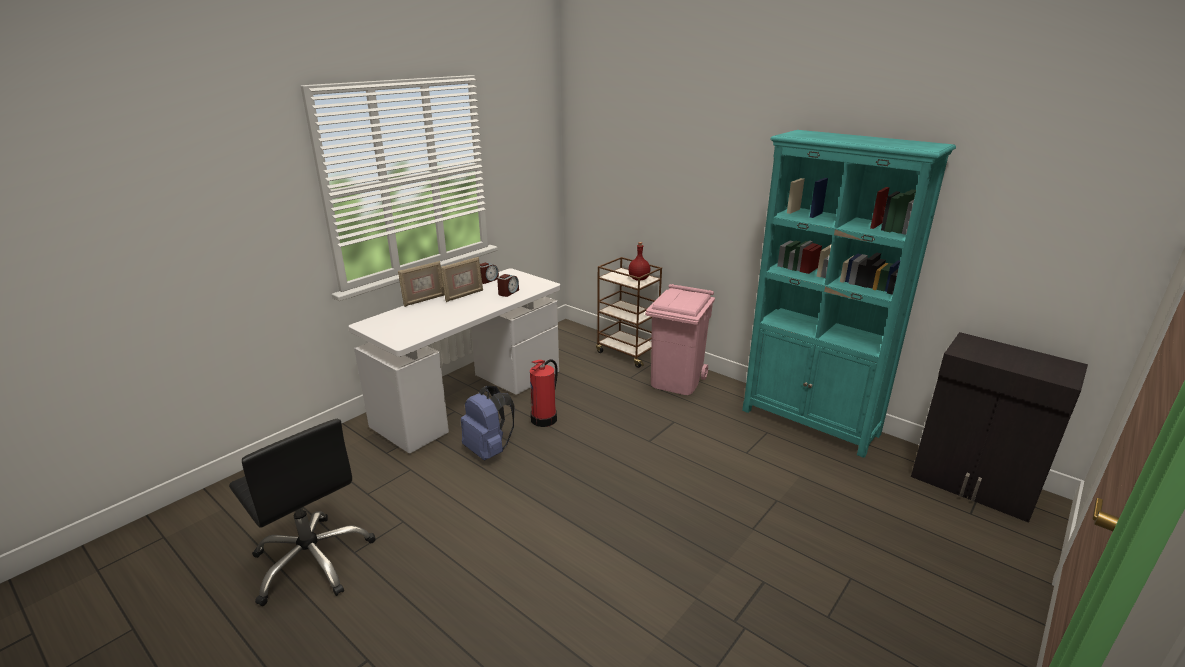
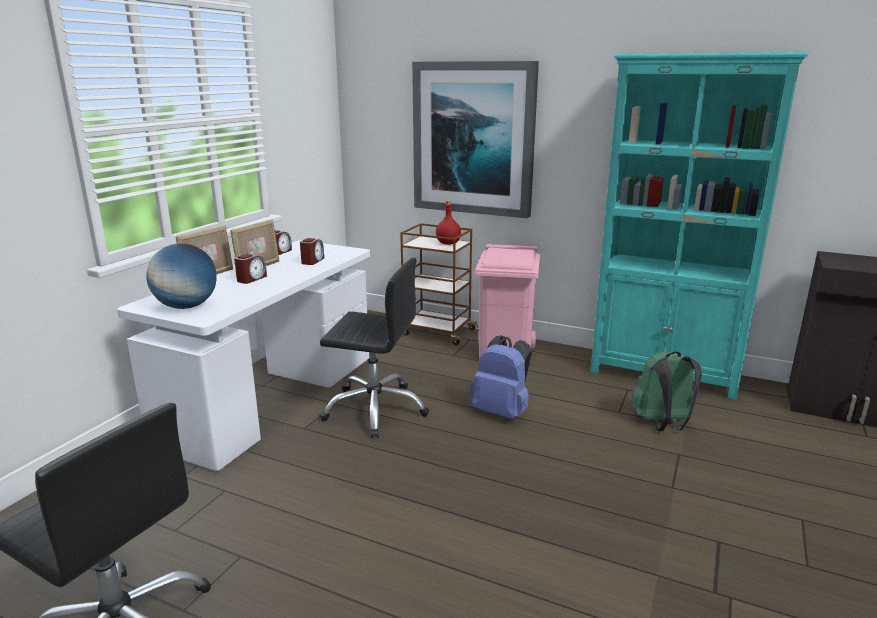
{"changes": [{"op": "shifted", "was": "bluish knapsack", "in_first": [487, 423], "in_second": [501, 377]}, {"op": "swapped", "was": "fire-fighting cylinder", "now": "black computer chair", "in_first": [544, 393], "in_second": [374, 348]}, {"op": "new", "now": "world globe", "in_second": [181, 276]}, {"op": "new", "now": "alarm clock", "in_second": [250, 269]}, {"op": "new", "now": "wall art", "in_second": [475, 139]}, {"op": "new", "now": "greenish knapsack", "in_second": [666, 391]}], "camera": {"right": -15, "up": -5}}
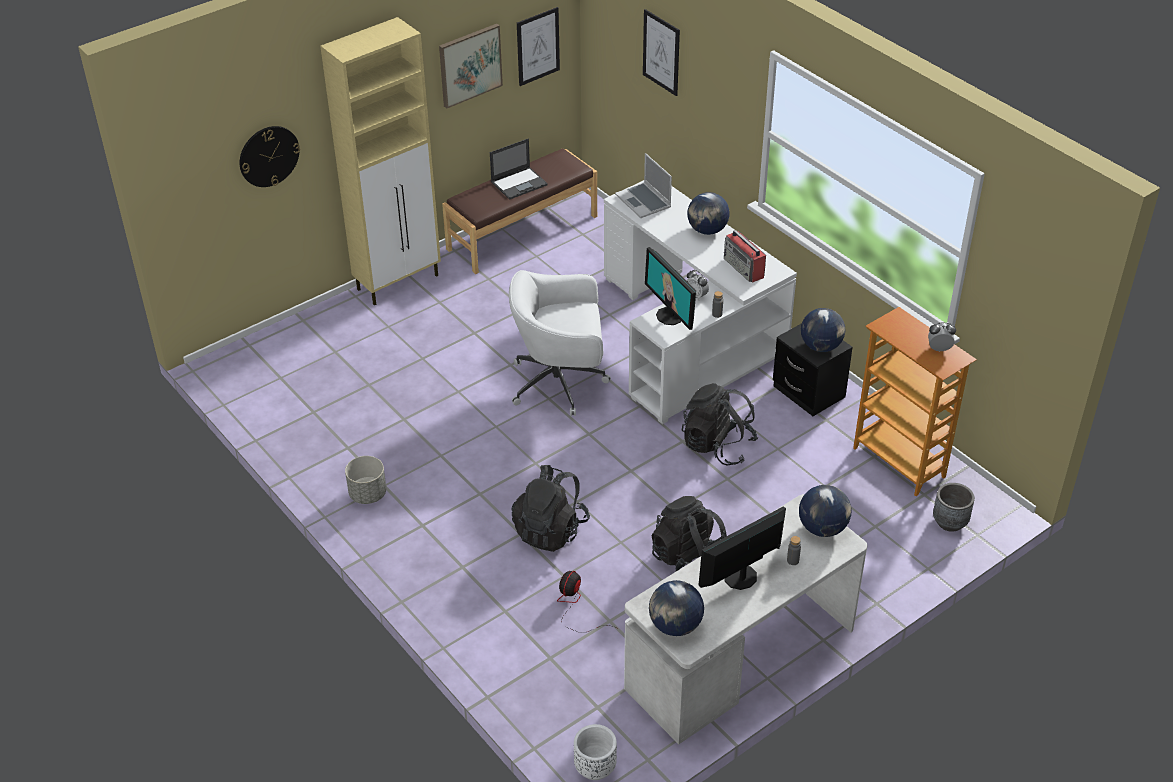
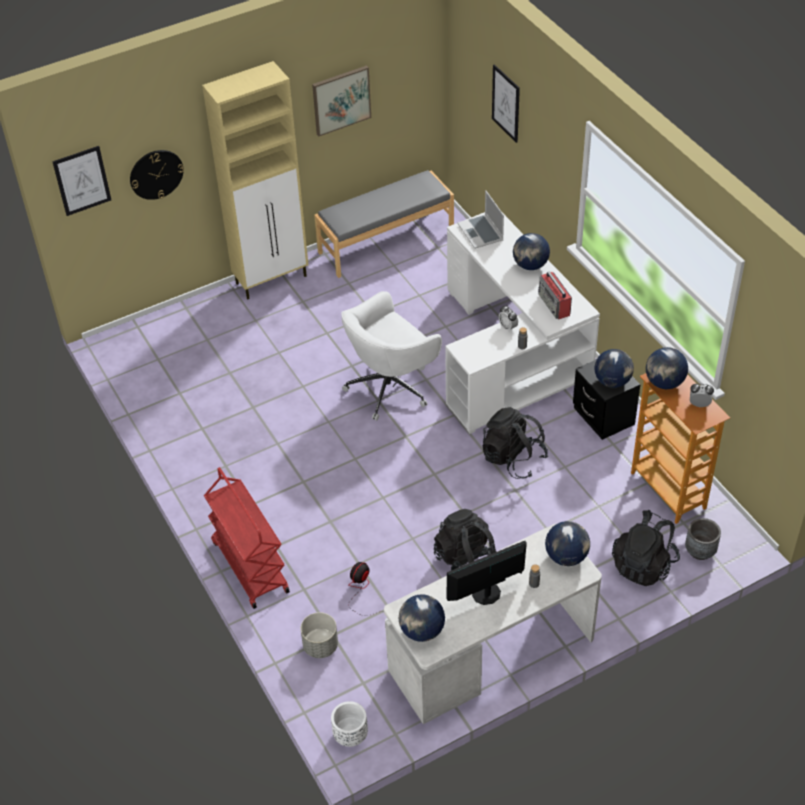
{"changes": [{"op": "shifted", "was": "gray planter", "in_first": [365, 480], "in_second": [319, 635]}, {"op": "repainted", "was": "brownish bench", "now": "gray bench", "in_first": [519, 211], "in_second": [384, 224]}, {"op": "gone", "was": "laptop", "in_first": [519, 169]}, {"op": "rotated", "was": "white-coloured computer chair", "in_first": [560, 343], "in_second": [391, 356], "clockwise": -45}, {"op": "shifted", "was": "black knapsack", "in_first": [550, 508], "in_second": [646, 548]}, {"op": "shifted", "was": "wall art", "in_first": [538, 46], "in_second": [81, 181]}, {"op": "gone", "was": "monitor", "in_first": [670, 288]}, {"op": "new", "now": "red wheeled cart", "in_second": [247, 538]}, {"op": "new", "now": "world globe", "in_second": [667, 368]}], "camera": {"right": 10, "up": 5}}
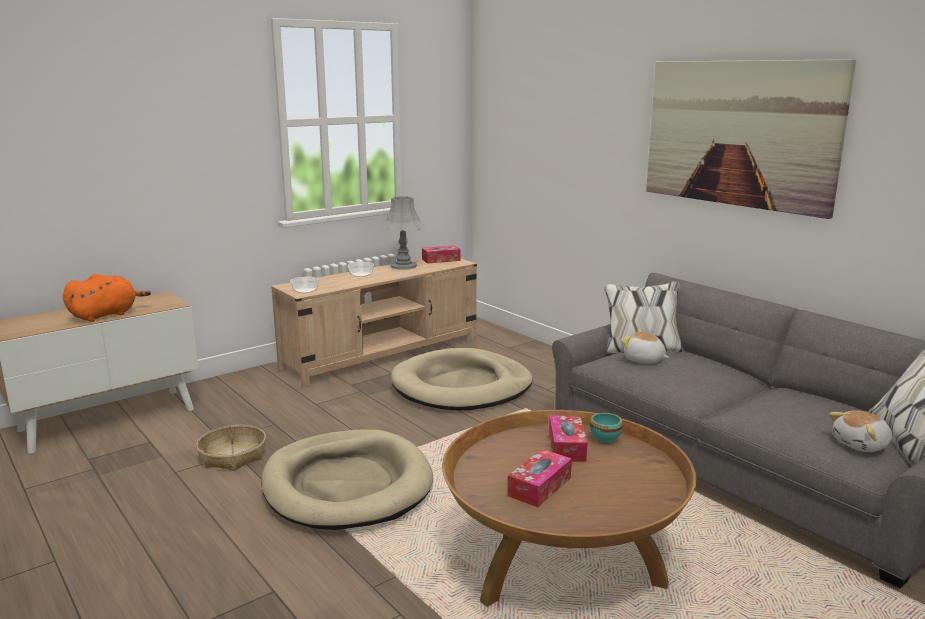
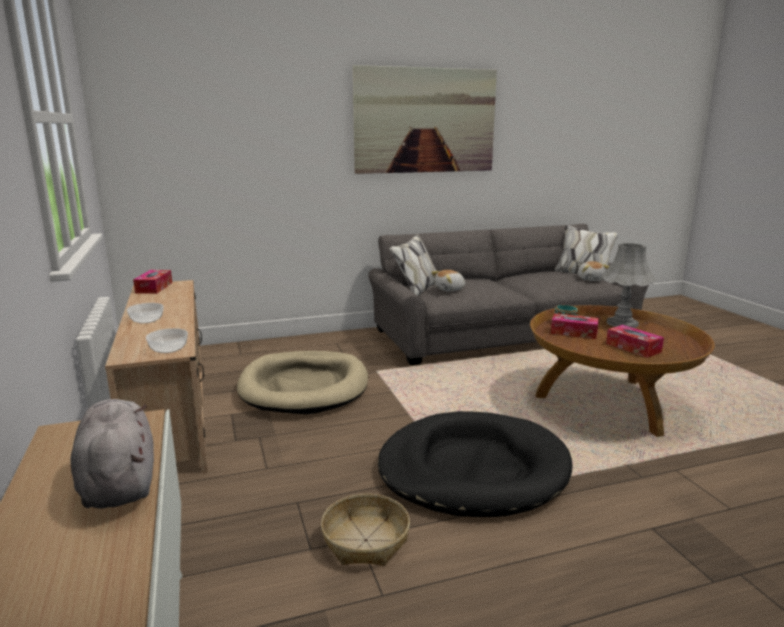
{"changes": [{"op": "repainted", "was": "orangey plush toy", "now": "gray plush toy", "in_first": [107, 298], "in_second": [112, 454]}, {"op": "repainted", "was": "beige-coloured pet bed", "now": "black pet bed", "in_first": [347, 480], "in_second": [475, 464]}, {"op": "shifted", "was": "gray tabletop lamp", "in_first": [403, 233], "in_second": [629, 285]}], "camera": {"right": -70, "up": 0}}
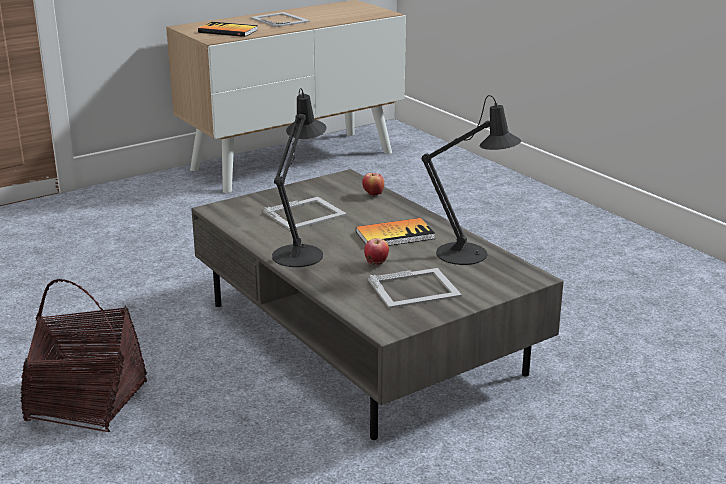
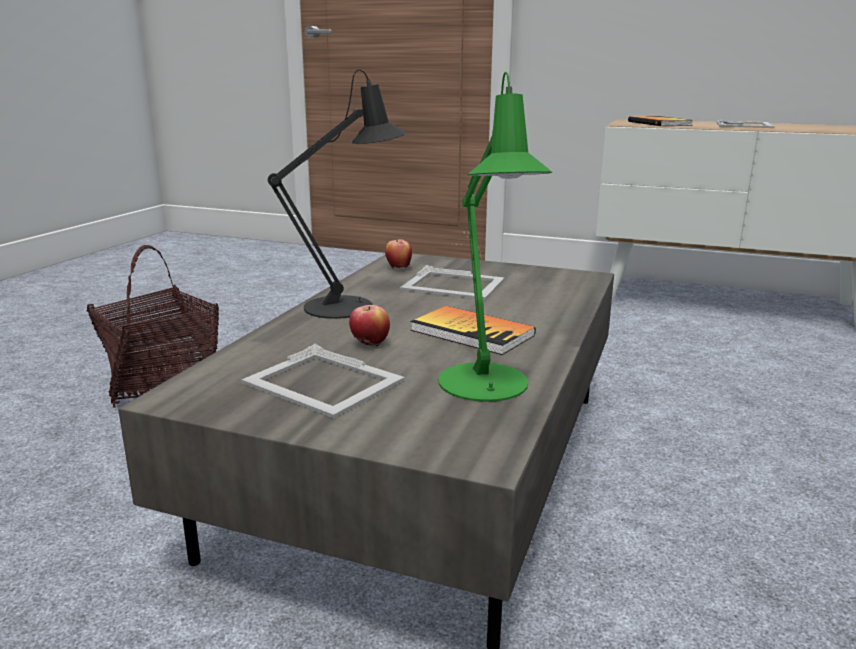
{"changes": [{"op": "shifted", "was": "apple", "in_first": [373, 185], "in_second": [398, 253]}, {"op": "repainted", "was": "black tabletop lamp", "now": "greenish tabletop lamp", "in_first": [472, 180], "in_second": [495, 237]}], "camera": {"right": 55, "up": -5}}
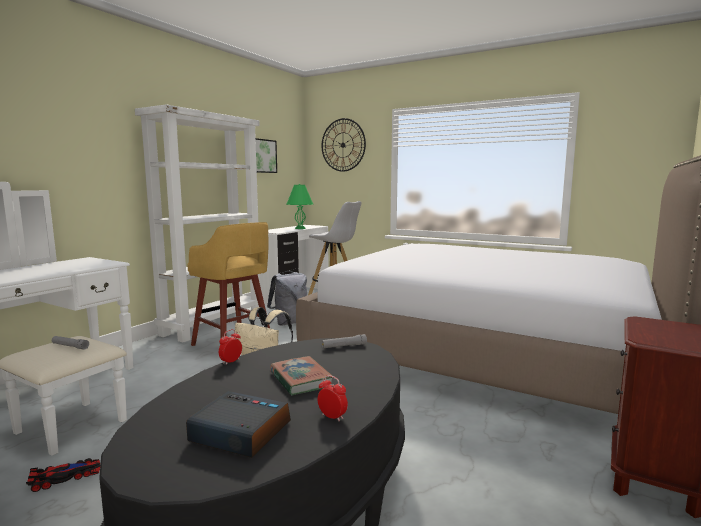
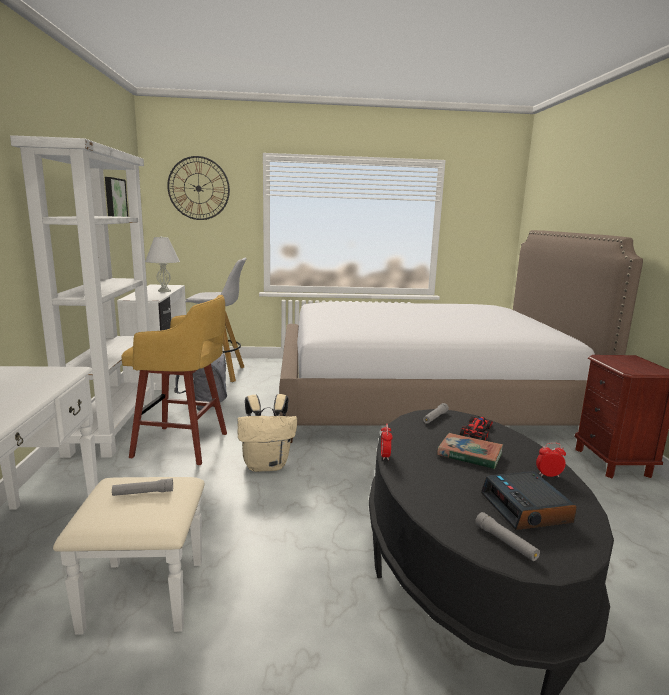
{"changes": [{"op": "shifted", "was": "miniature car", "in_first": [63, 475], "in_second": [476, 428]}, {"op": "rotated", "was": "alarm clock", "in_first": [238, 424], "in_second": [529, 500], "clockwise": -90}, {"op": "repainted", "was": "greenish tabletop lamp", "now": "white-coloured tabletop lamp", "in_first": [300, 206], "in_second": [162, 264]}, {"op": "new", "now": "gray torch", "in_second": [507, 536]}], "camera": {"right": -35, "up": 5}}
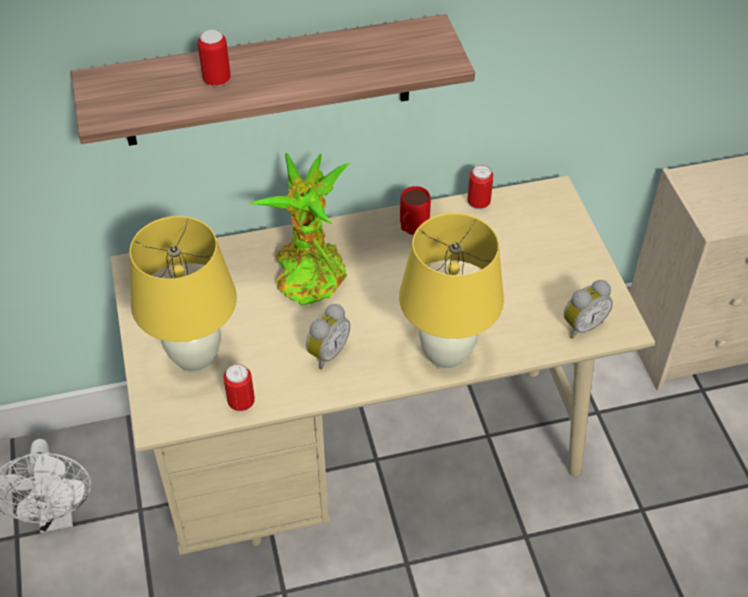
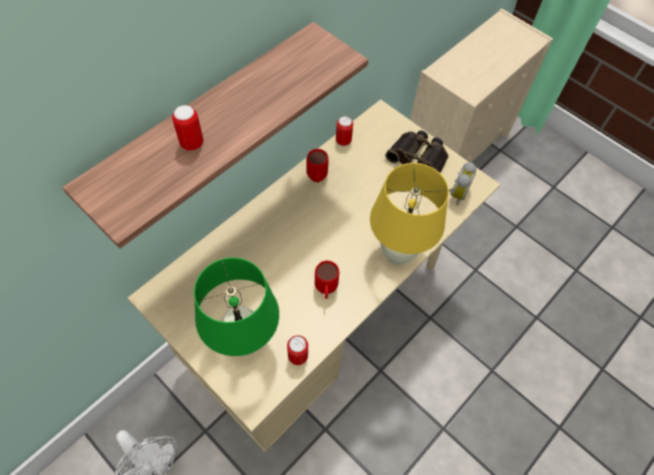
{"changes": [{"op": "repainted", "was": "yellowish tabletop lamp", "now": "greenish tabletop lamp", "in_first": [183, 294], "in_second": [236, 306]}, {"op": "gone", "was": "potted plant", "in_first": [299, 229]}, {"op": "swapped", "was": "alarm clock", "now": "red mug", "in_first": [328, 337], "in_second": [327, 280]}, {"op": "new", "now": "binoculars", "in_second": [417, 151]}], "camera": {"right": -35, "up": 10}}
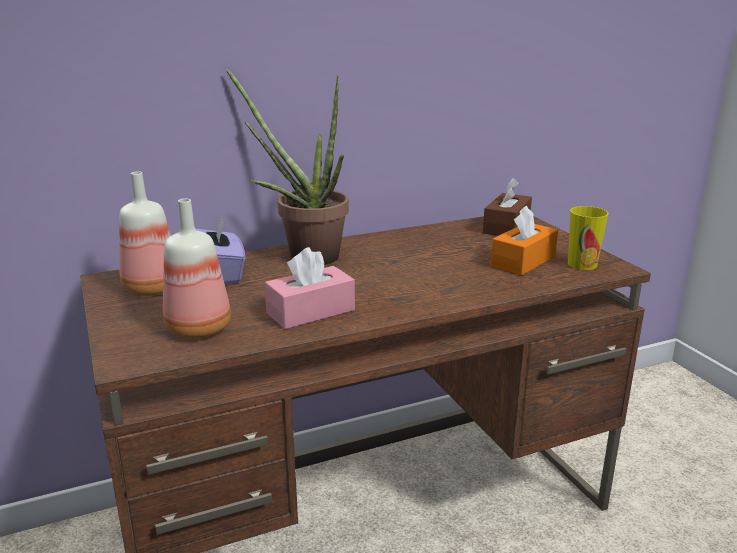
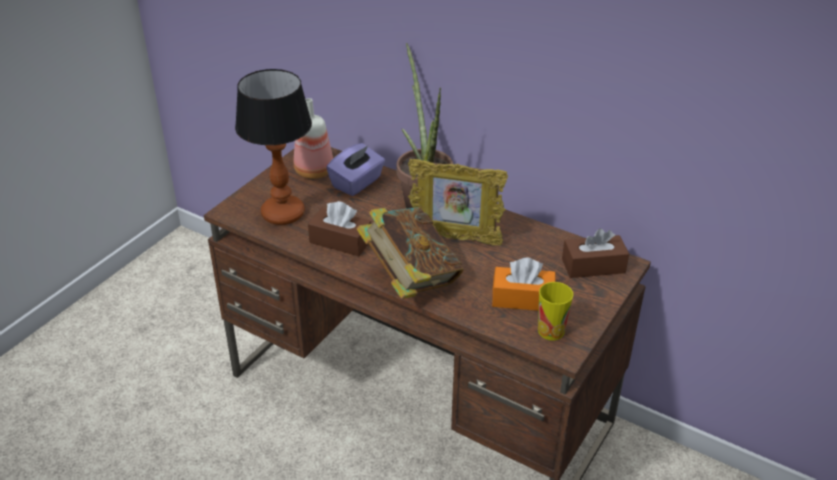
{"changes": [{"op": "swapped", "was": "bottle", "now": "tabletop lamp", "in_first": [197, 268], "in_second": [273, 147]}, {"op": "repainted", "was": "pink tissue holder", "now": "brownish tissue holder", "in_first": [310, 288], "in_second": [339, 228]}, {"op": "new", "now": "bound book", "in_second": [410, 253]}, {"op": "new", "now": "photo frame", "in_second": [458, 202]}], "camera": {"right": 55, "up": 15}}
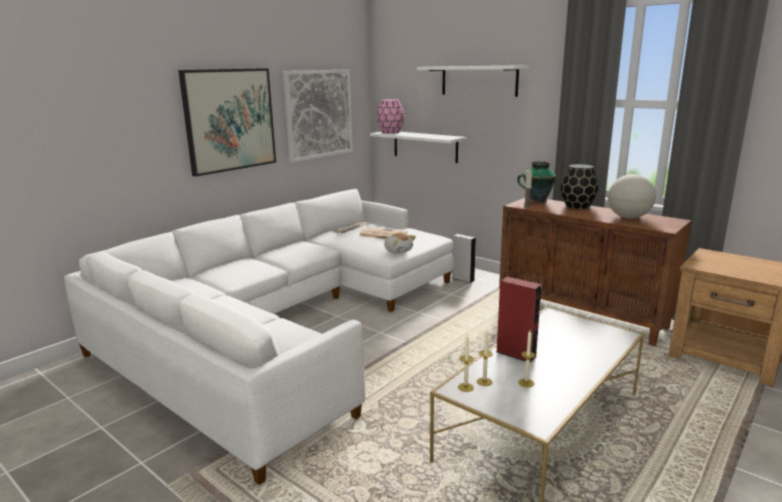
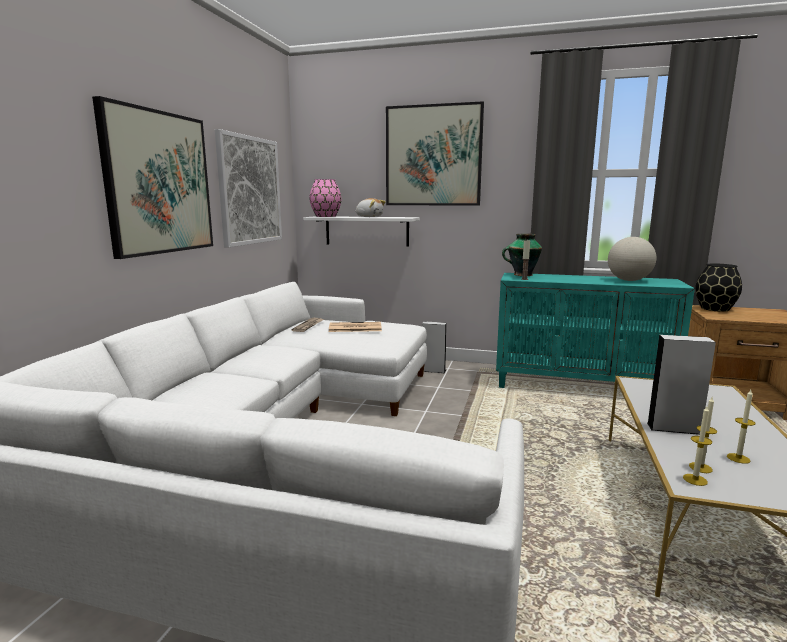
{"changes": [{"op": "shifted", "was": "plush toy", "in_first": [400, 243], "in_second": [370, 207]}, {"op": "swapped", "was": "white-coloured bracket shelf", "now": "wall art", "in_first": [473, 81], "in_second": [435, 153]}, {"op": "repainted", "was": "red audio speaker", "now": "gray audio speaker", "in_first": [518, 320], "in_second": [681, 385]}, {"op": "repainted", "was": "brownish cabinet", "now": "blue-green cabinet", "in_first": [595, 272], "in_second": [595, 330]}, {"op": "shifted", "was": "black flower vase", "in_first": [580, 186], "in_second": [718, 287]}], "camera": {"right": -25, "up": -5}}
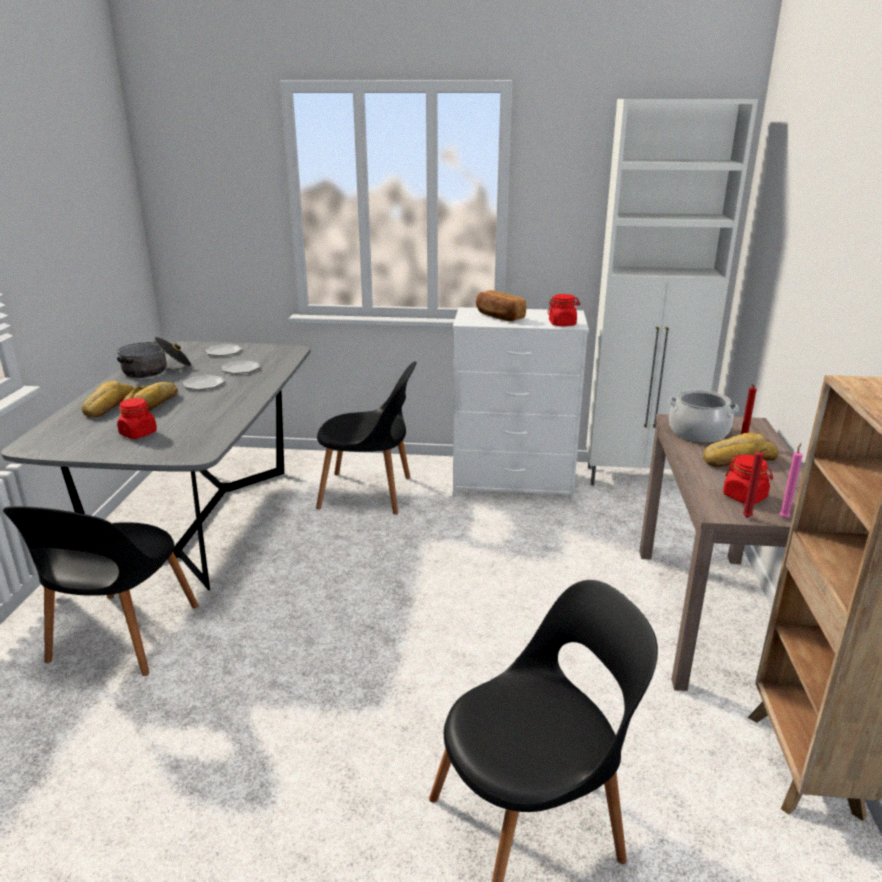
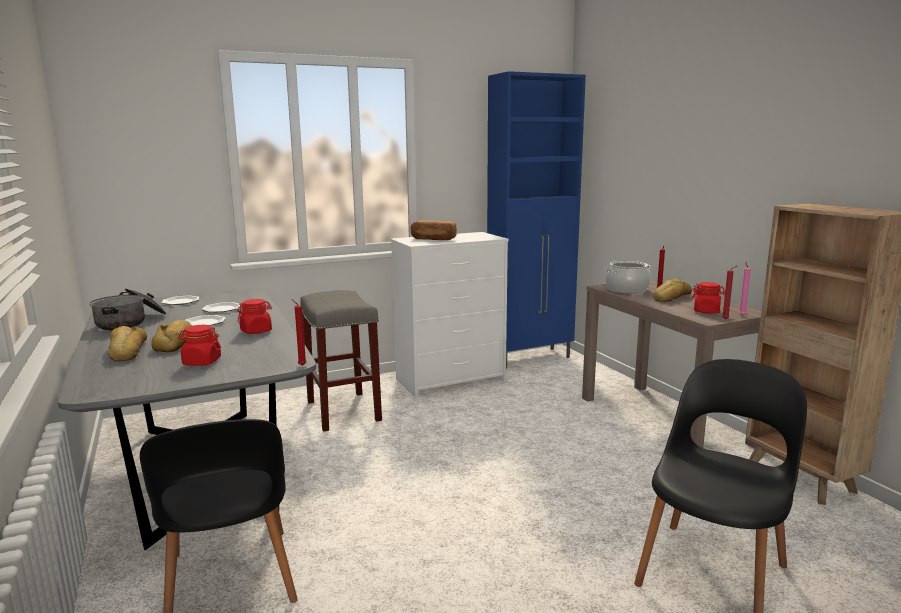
{"changes": [{"op": "swapped", "was": "black upright chair", "now": "gray sitting stool", "in_first": [366, 438], "in_second": [341, 360]}, {"op": "shifted", "was": "red storage jar", "in_first": [563, 310], "in_second": [254, 316]}, {"op": "repainted", "was": "white-coloured cabinet", "now": "bluish cabinet", "in_first": [672, 292], "in_second": [536, 220]}, {"op": "new", "now": "red wax candle", "in_second": [299, 332]}], "camera": {"right": -30, "up": -10}}
